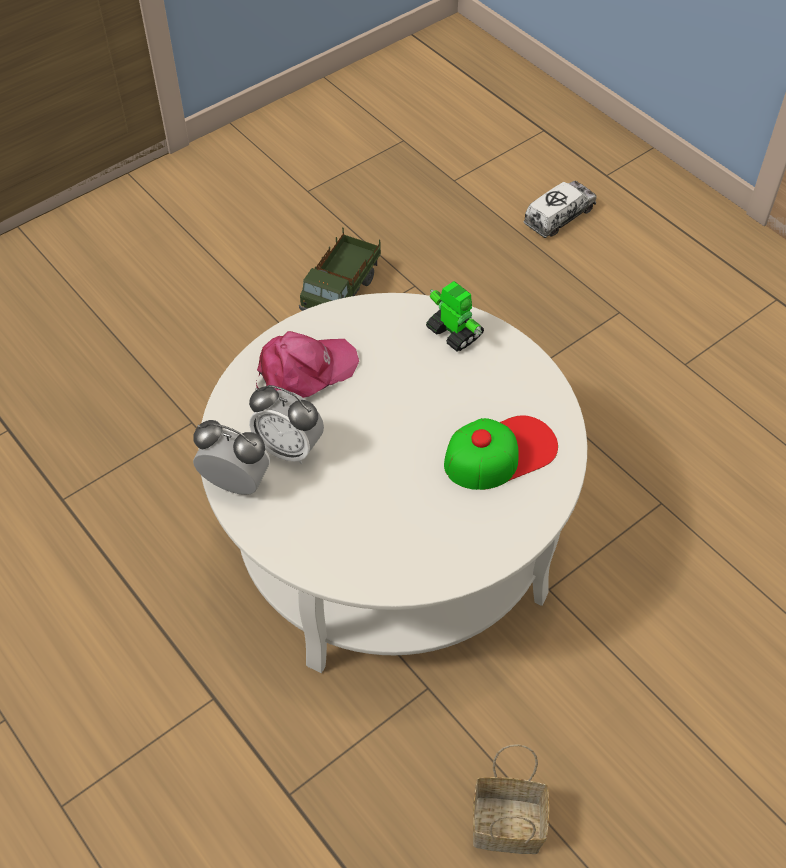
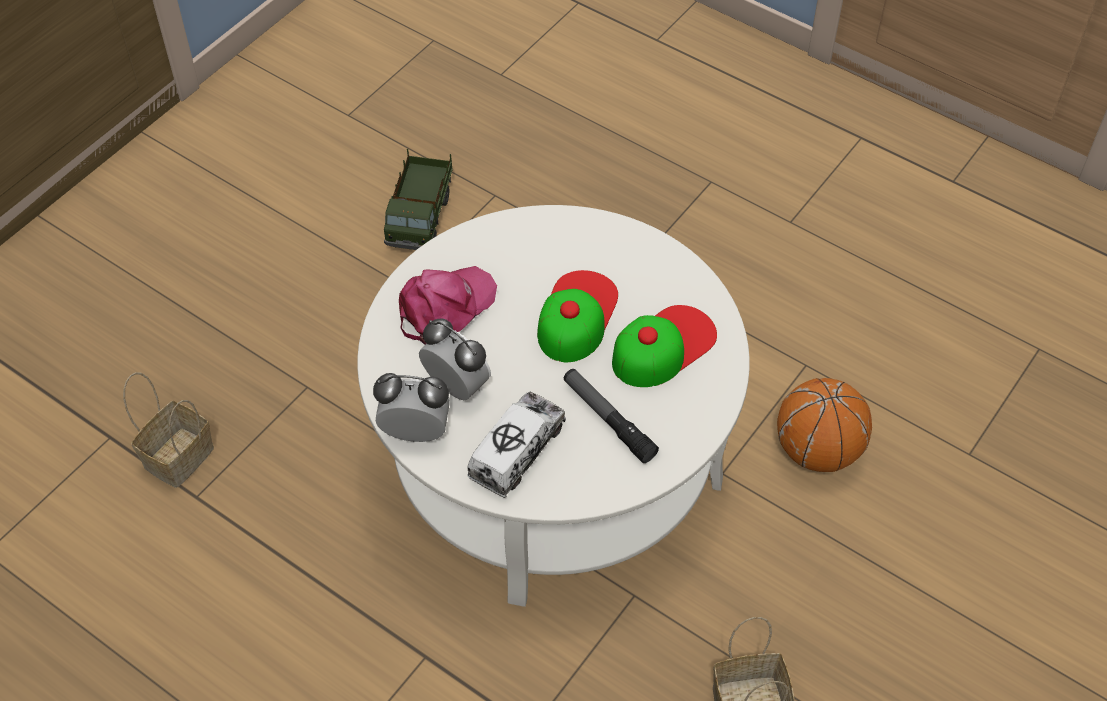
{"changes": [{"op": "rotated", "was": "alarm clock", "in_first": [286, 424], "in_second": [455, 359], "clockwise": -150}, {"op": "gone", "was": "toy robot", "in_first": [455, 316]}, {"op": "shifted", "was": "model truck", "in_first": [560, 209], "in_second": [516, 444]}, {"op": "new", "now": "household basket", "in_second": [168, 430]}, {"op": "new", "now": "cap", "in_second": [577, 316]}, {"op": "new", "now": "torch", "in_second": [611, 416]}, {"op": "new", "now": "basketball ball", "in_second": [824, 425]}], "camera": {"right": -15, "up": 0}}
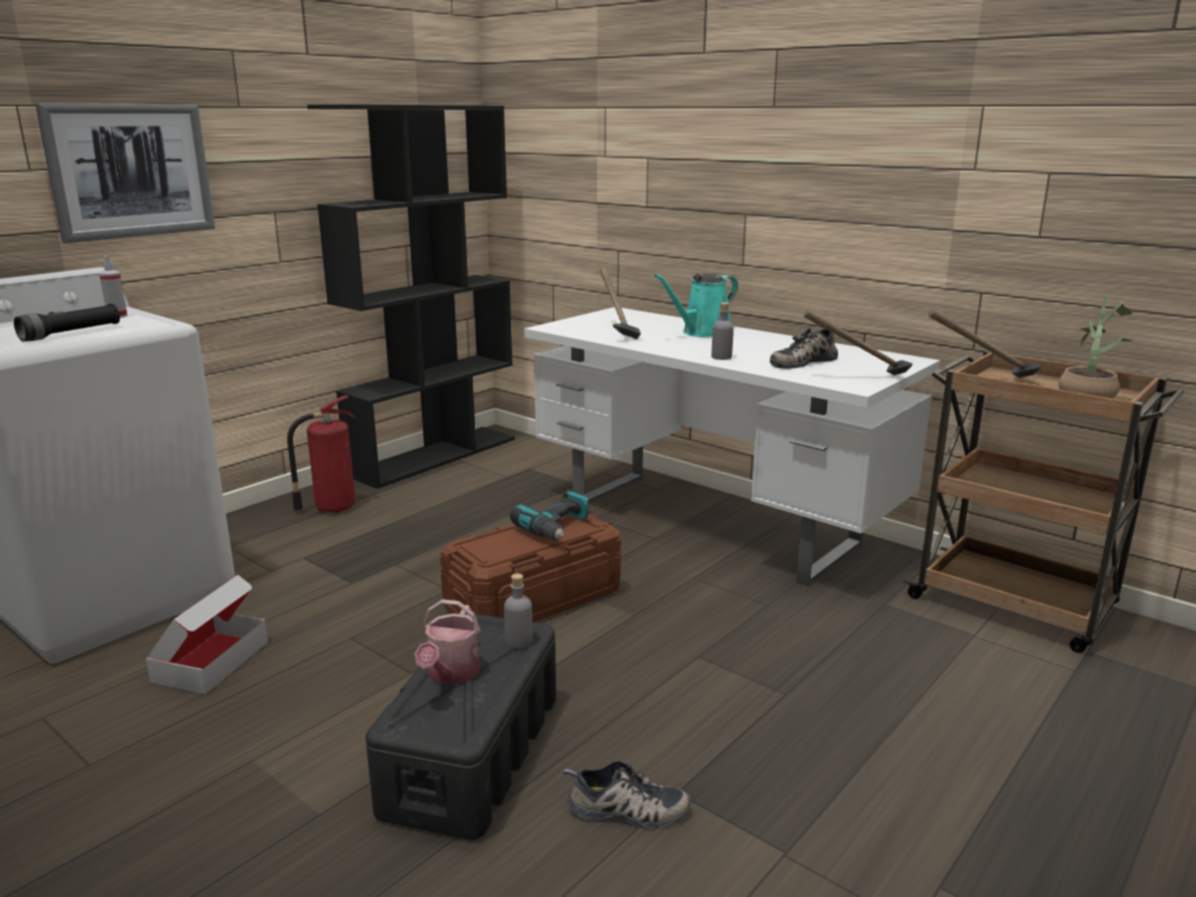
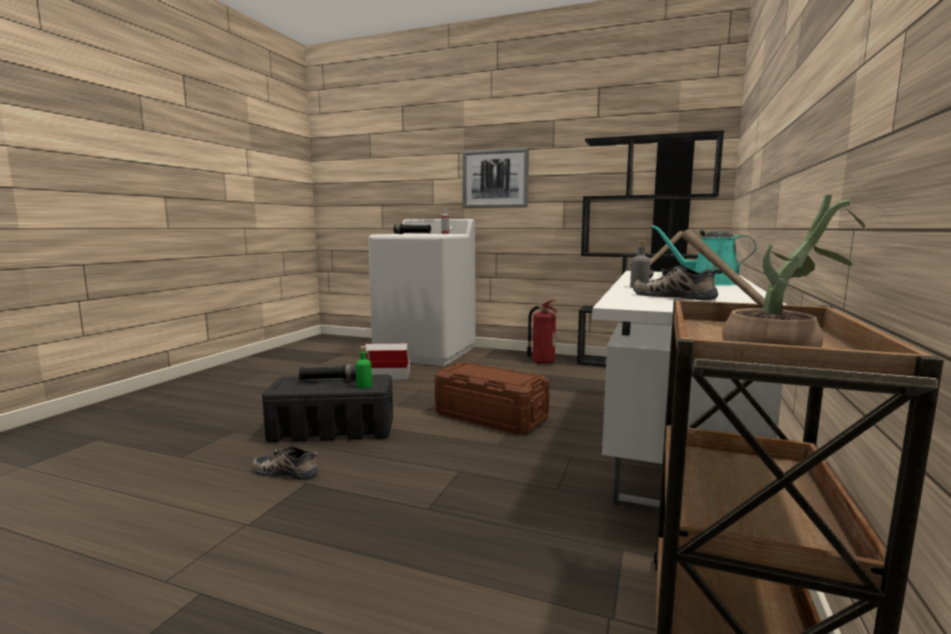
{"changes": [{"op": "swapped", "was": "sprinkling can", "now": "black torch", "in_first": [447, 641], "in_second": [327, 372]}, {"op": "repainted", "was": "gray bottle", "now": "greenish bottle", "in_first": [518, 610], "in_second": [364, 367]}, {"op": "gone", "was": "electric drill", "in_first": [549, 515]}, {"op": "rotated", "was": "low shoe", "in_first": [627, 795], "in_second": [285, 463], "clockwise": 120}, {"op": "gone", "was": "hand hammer", "in_first": [858, 342]}], "camera": {"right": 70, "up": -10}}
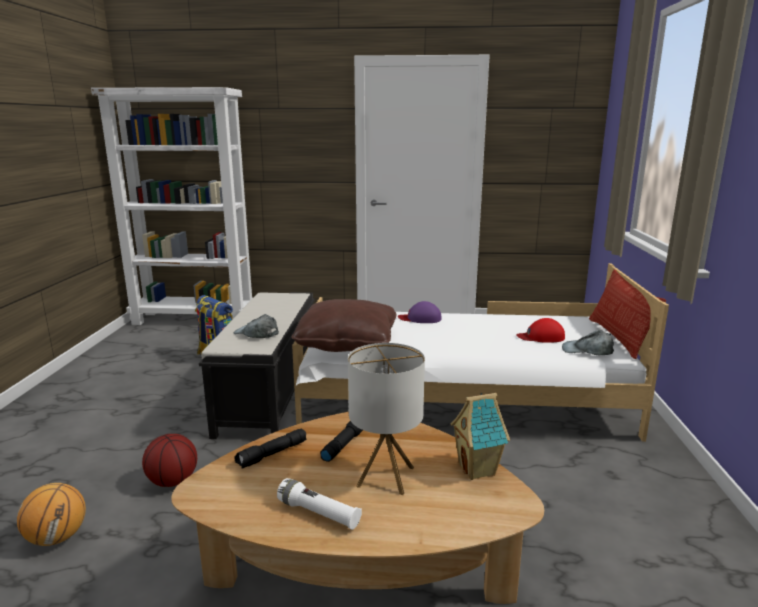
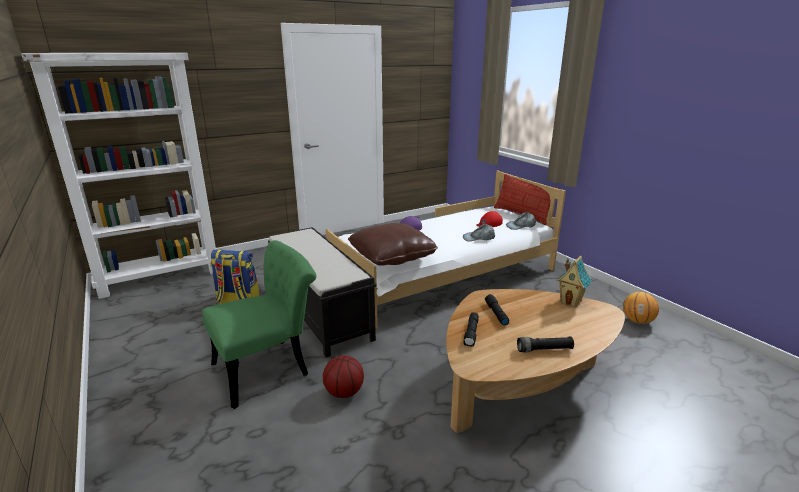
{"changes": [{"op": "shifted", "was": "basketball ball", "in_first": [51, 514], "in_second": [641, 308]}, {"op": "shifted", "was": "gray cap", "in_first": [256, 326], "in_second": [479, 232]}, {"op": "repainted", "was": "white-coloured torch", "now": "black torch", "in_first": [319, 504], "in_second": [545, 344]}, {"op": "gone", "was": "tabletop lamp", "in_first": [386, 419]}, {"op": "new", "now": "greenish upright chair", "in_second": [259, 324]}], "camera": {"right": -35, "up": 5}}
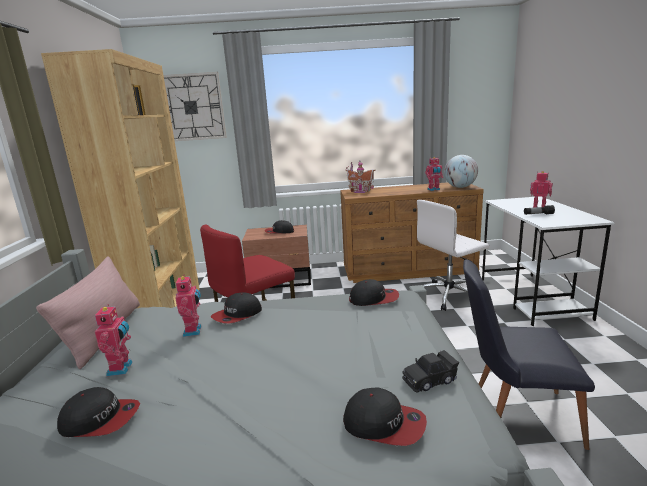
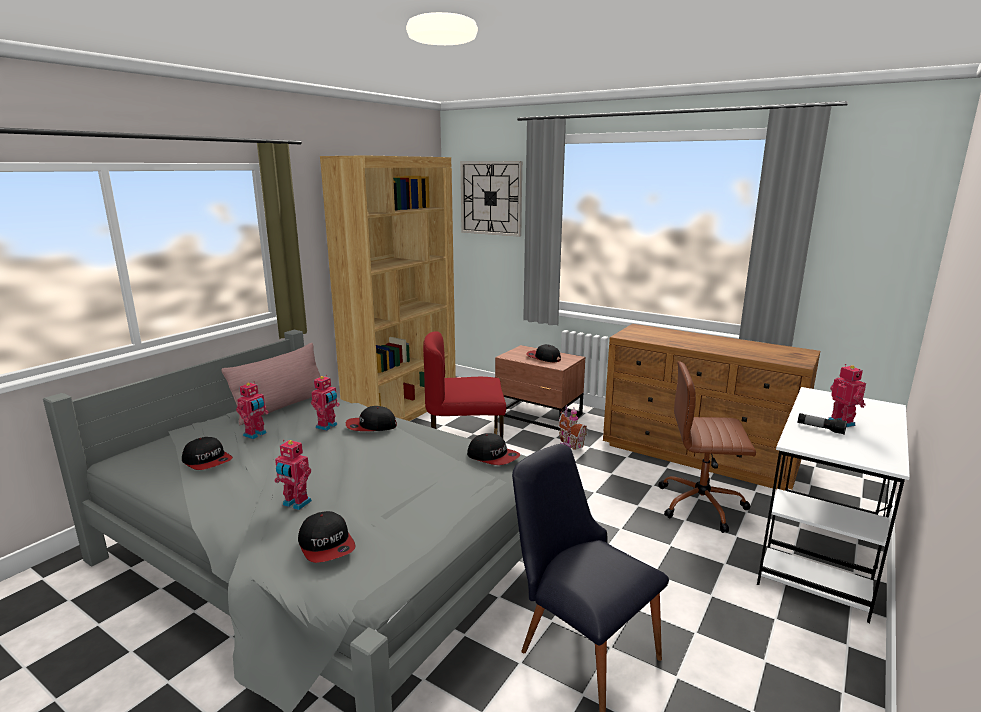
{"changes": [{"op": "shifted", "was": "model house", "in_first": [360, 176], "in_second": [573, 427]}, {"op": "gone", "was": "black miniature car", "in_first": [430, 371]}, {"op": "repainted", "was": "white-coloured computer chair", "now": "brownish computer chair", "in_first": [453, 255], "in_second": [707, 447]}, {"op": "shifted", "was": "toy robot", "in_first": [434, 174], "in_second": [293, 475]}, {"op": "gone", "was": "world globe", "in_first": [461, 171]}], "camera": {"right": 35, "up": 0}}
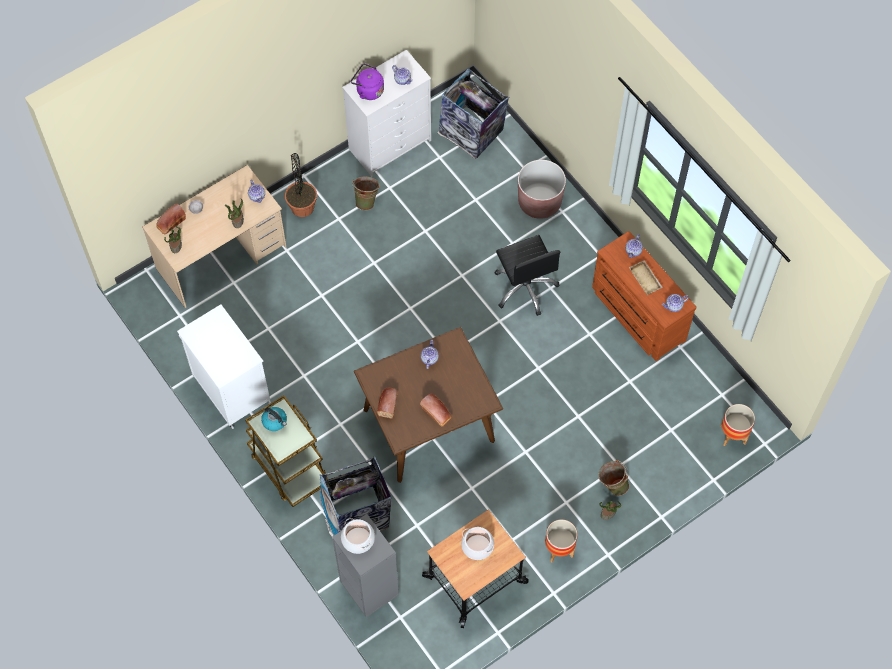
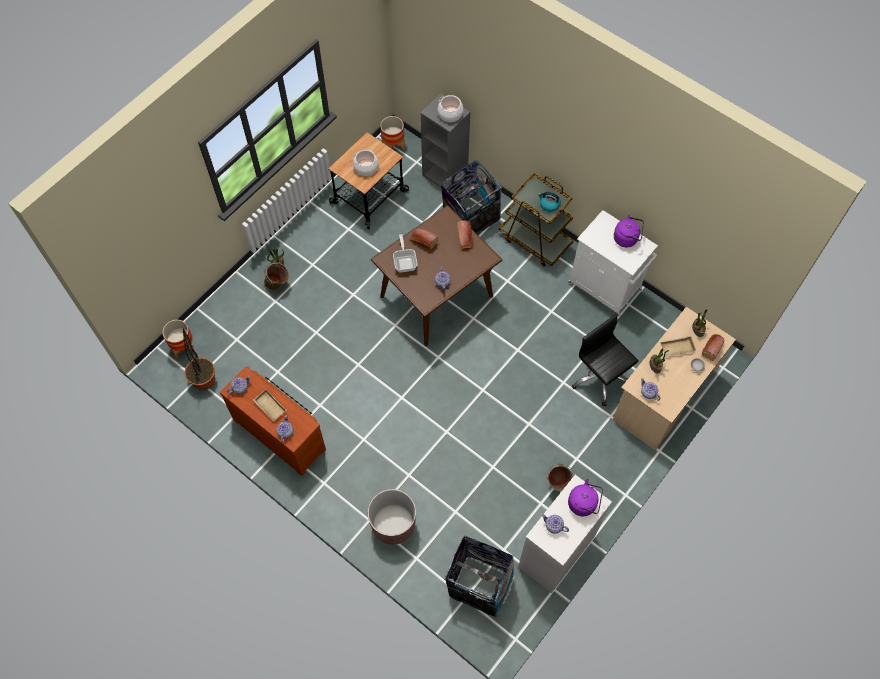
{"changes": [{"op": "shifted", "was": "potted plant", "in_first": [301, 185], "in_second": [199, 359]}, {"op": "shifted", "was": "black computer chair", "in_first": [527, 275], "in_second": [605, 360]}, {"op": "shifted", "was": "planter", "in_first": [561, 540], "in_second": [392, 132]}, {"op": "new", "now": "pan", "in_second": [405, 253]}, {"op": "new", "now": "purple-coloured tea kettle", "in_second": [629, 231]}, {"op": "new", "now": "beige-coloured serving tray", "in_second": [678, 346]}], "camera": {"right": 165, "up": 0}}
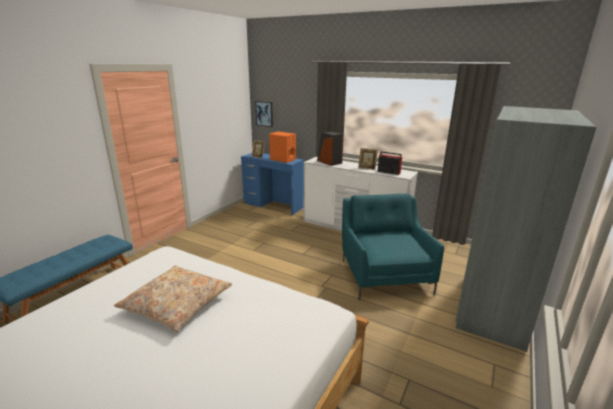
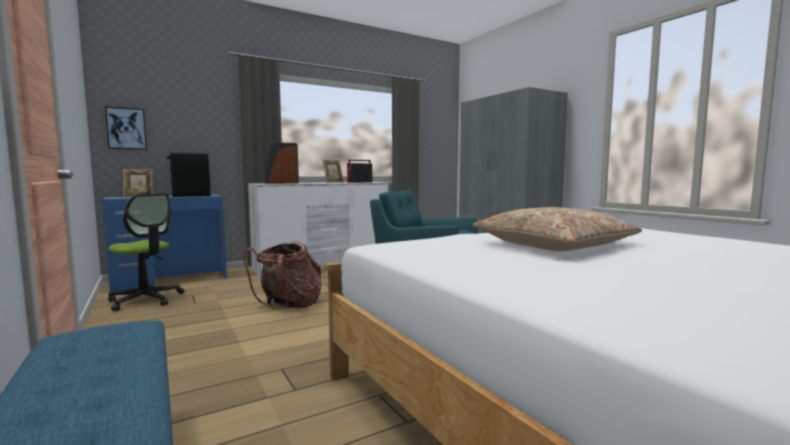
{"changes": [{"op": "repainted", "was": "orangey audio speaker", "now": "black audio speaker", "in_first": [282, 147], "in_second": [188, 174]}, {"op": "new", "now": "computer chair", "in_second": [146, 252]}, {"op": "new", "now": "knapsack", "in_second": [282, 274]}], "camera": {"right": -60, "up": -15}}
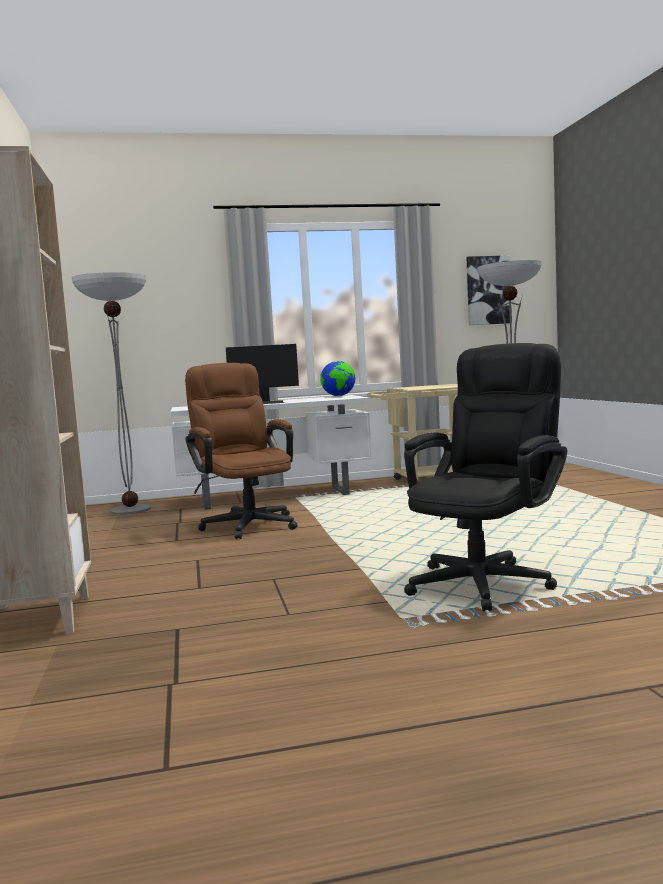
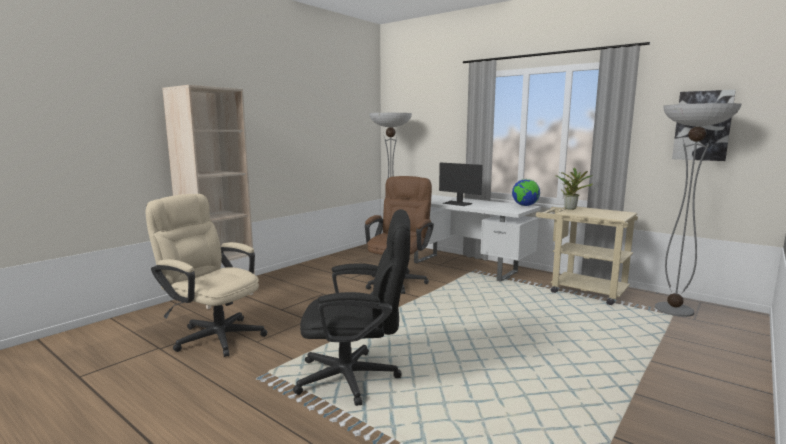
{"changes": [{"op": "new", "now": "beige-coloured computer chair", "in_second": [206, 275]}, {"op": "new", "now": "potted plant", "in_second": [574, 189]}], "camera": {"right": 50, "up": 5}}
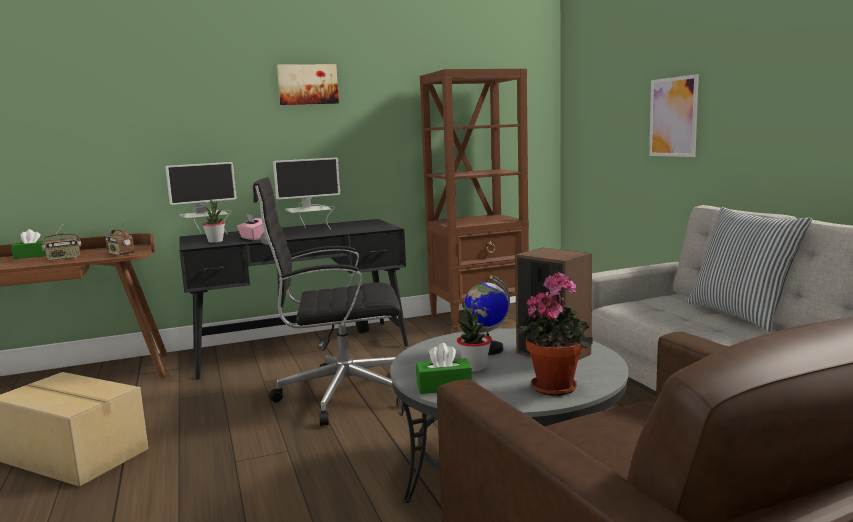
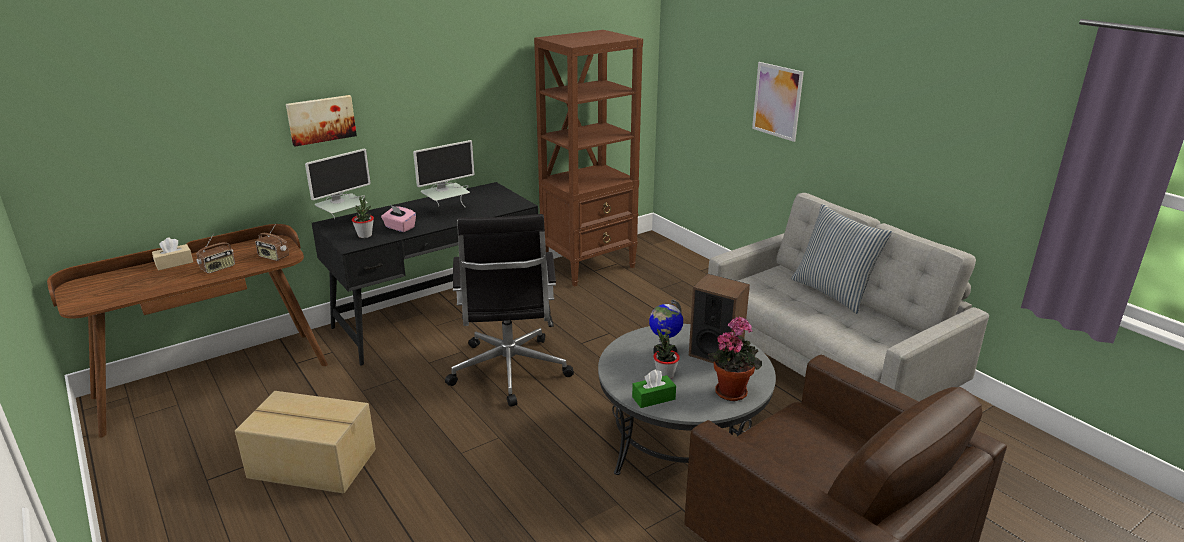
{"changes": [{"op": "repainted", "was": "greenish tissue holder", "now": "beige-coloured tissue holder", "in_first": [29, 244], "in_second": [172, 253]}, {"op": "rotated", "was": "black computer chair", "in_first": [331, 301], "in_second": [509, 310], "clockwise": -75}, {"op": "shifted", "was": "wall art", "in_first": [308, 84], "in_second": [321, 121]}], "camera": {"right": -15, "up": 15}}
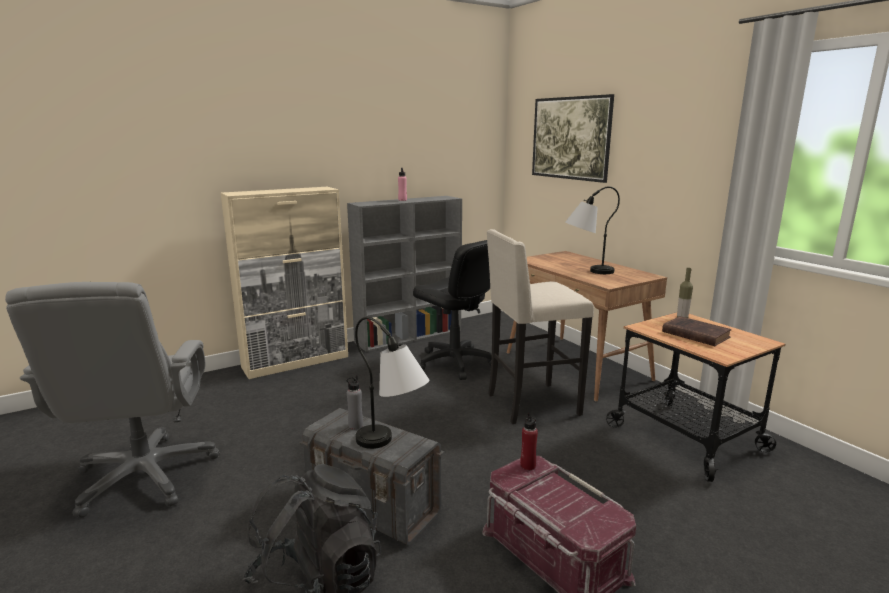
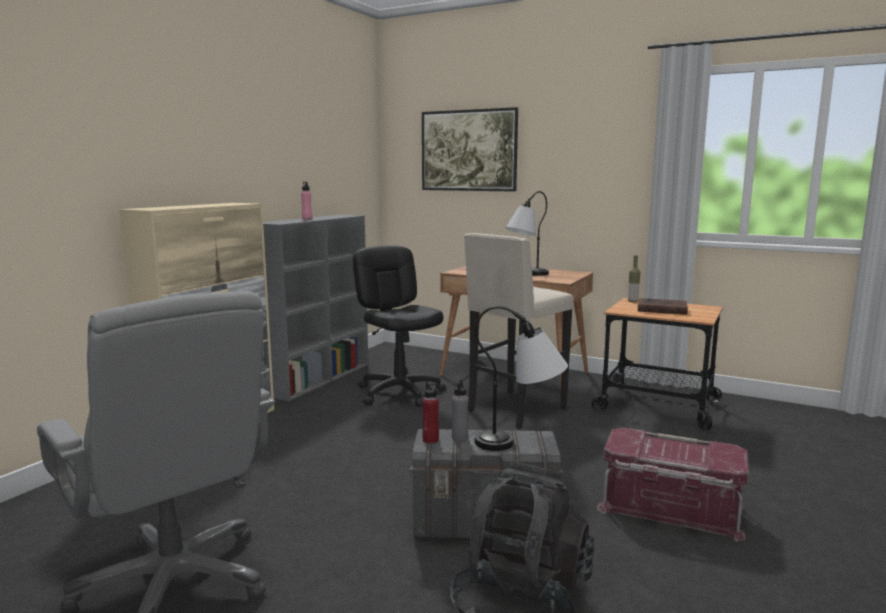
{"changes": [{"op": "rotated", "was": "black computer chair", "in_first": [452, 310], "in_second": [399, 326], "clockwise": -135}, {"op": "shifted", "was": "red bottle", "in_first": [529, 441], "in_second": [430, 413]}], "camera": {"right": -30, "up": -5}}
